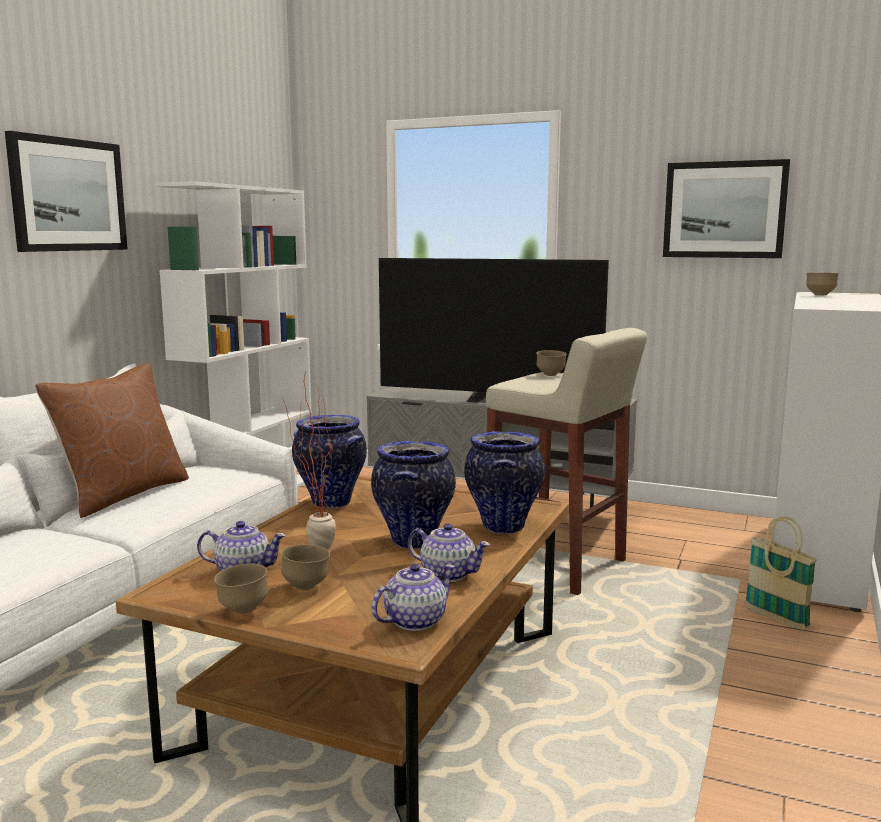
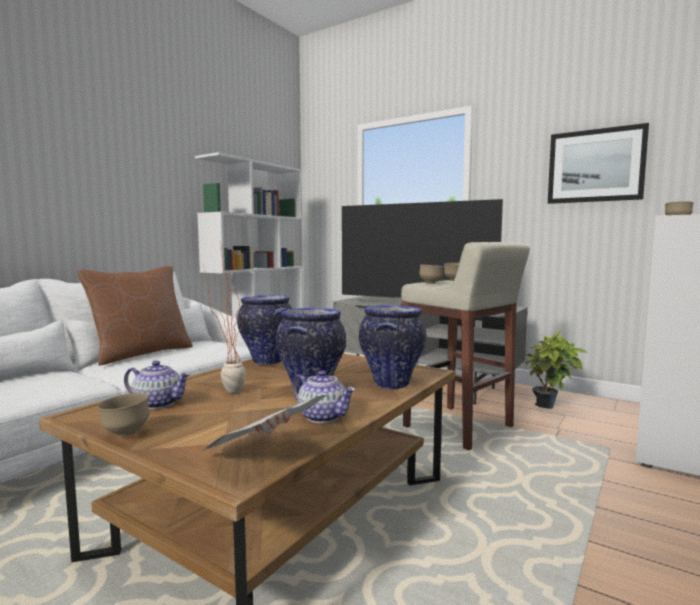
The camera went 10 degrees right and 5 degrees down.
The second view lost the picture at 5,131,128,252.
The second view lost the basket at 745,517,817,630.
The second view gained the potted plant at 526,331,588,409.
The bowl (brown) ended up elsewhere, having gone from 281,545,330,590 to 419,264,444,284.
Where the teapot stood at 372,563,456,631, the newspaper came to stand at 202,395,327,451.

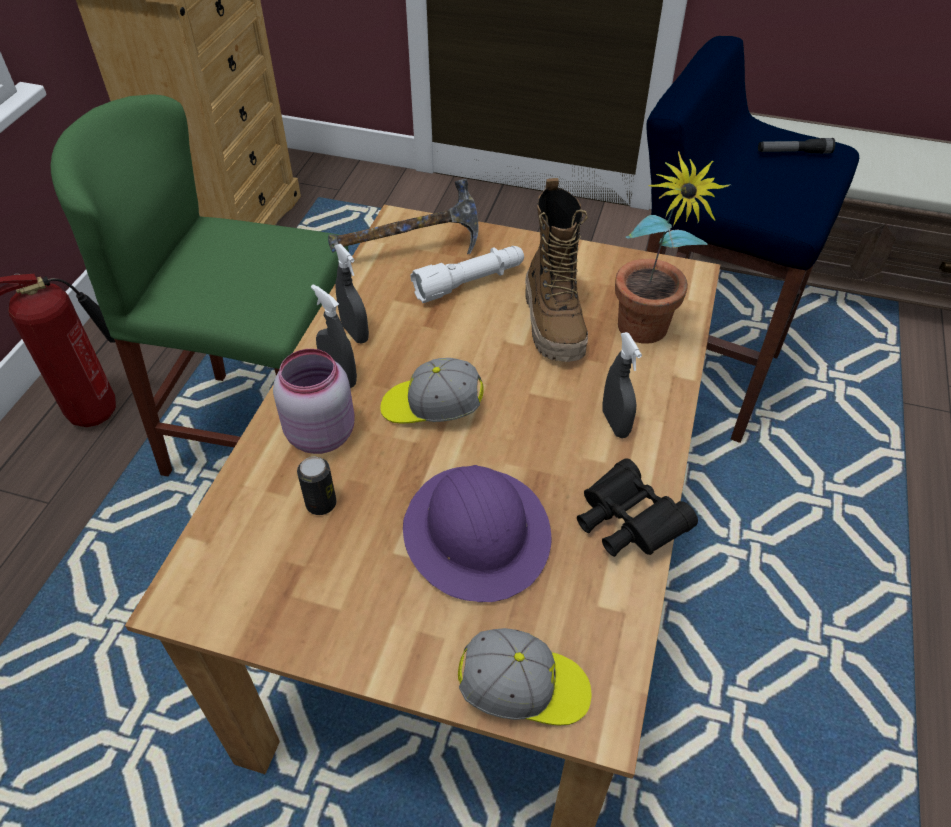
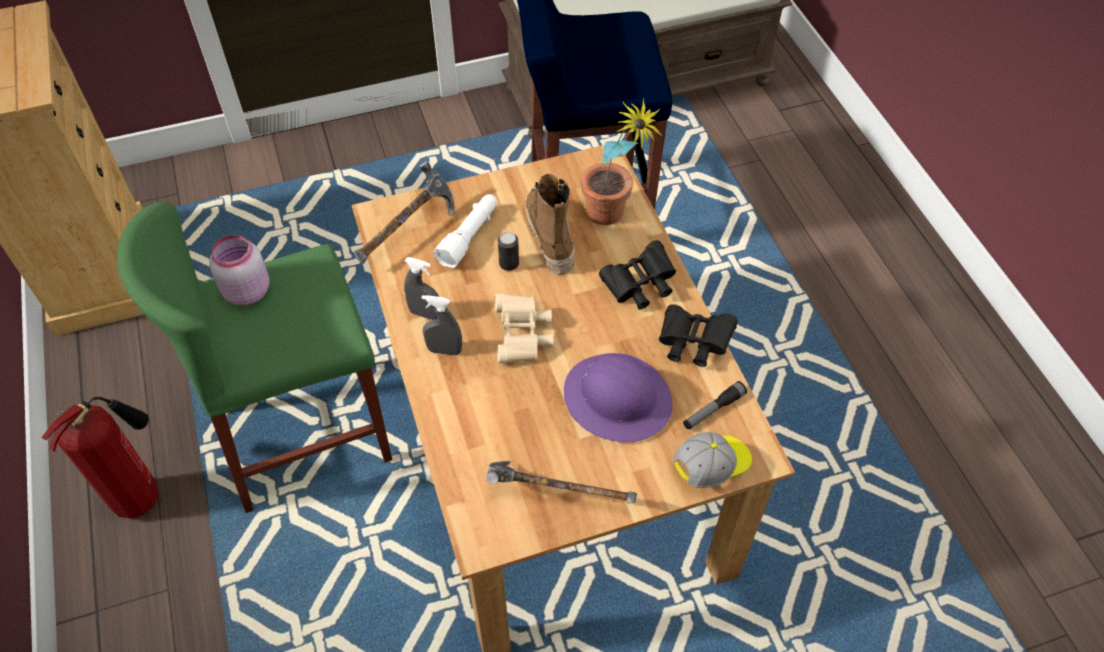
The camera went 35 degrees left and 5 degrees up.
The second view gained the hammer at 486,461,637,504.
The jar (pink) ended up elsewhere, having gone from 273,349,355,454 to 209,235,269,305.
The can ended up elsewhere, having gone from 297,457,337,515 to 498,232,519,271.
The flashlight ended up elsewhere, having gone from 758,138,835,154 to 683,381,747,429.
Where the cap stood at 380,358,484,423, the binoculars (beige) came to stand at 494,294,554,363.
Where the spray bottle (grey) stood at 602,332,642,438, the binoculars (black) came to stand at 599,240,676,309.
The boot at 525,178,588,362 ended up facing another way, 150 degrees counterclockwise from before.

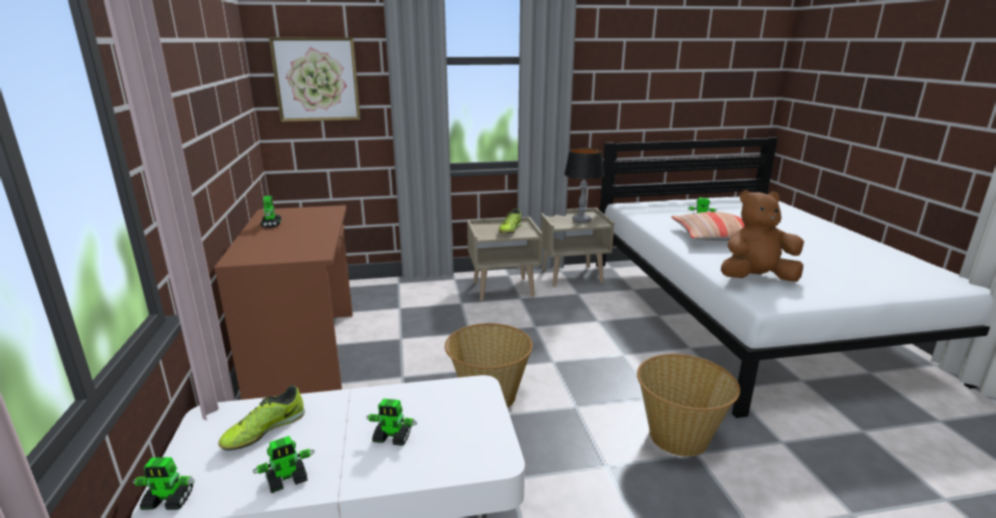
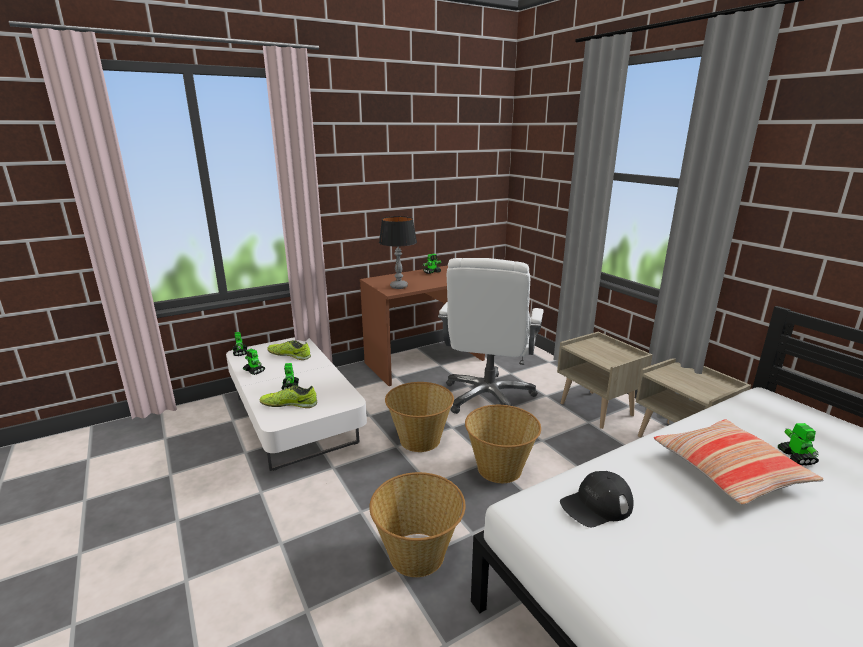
The camera went 70 degrees right and 0 degrees up.
The second view lost the picture at 269,37,361,122.
The second view gained the office chair (white) at 438,258,543,414.
The second view gained the basket at 465,405,541,483.
The shoe ended up elsewhere, having gone from 499,208,521,233 to 260,386,317,408.
The table lamp ended up elsewhere, having gone from 564,148,604,223 to 379,216,417,289.
Where the plush toy (brown) stood at 721,190,804,282, the cap (black) came to stand at 560,471,634,527.

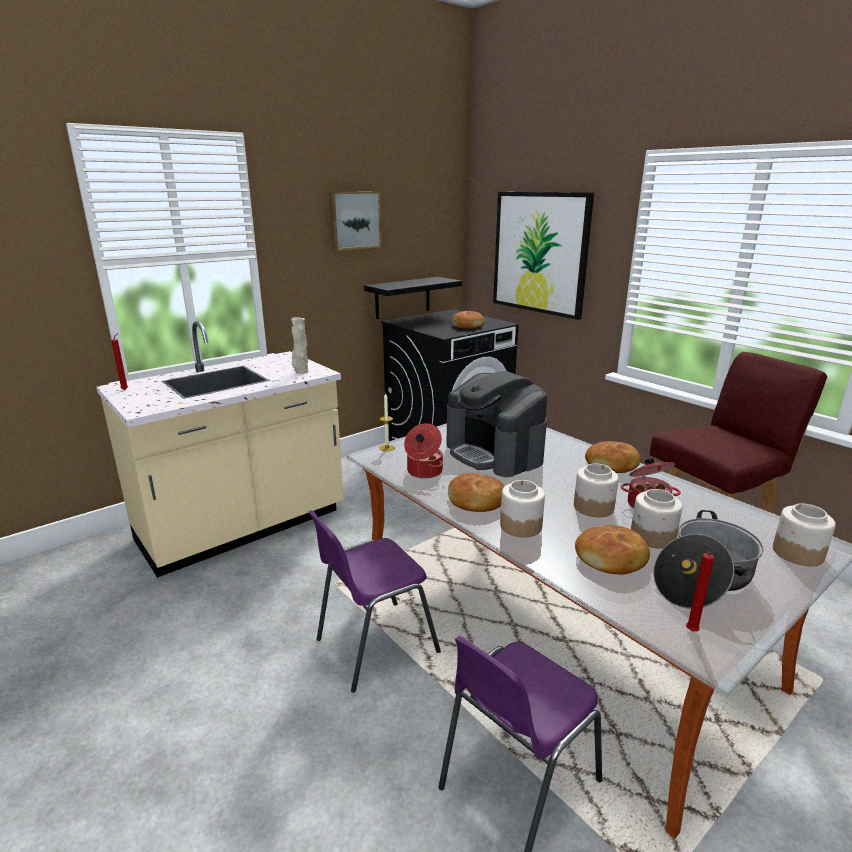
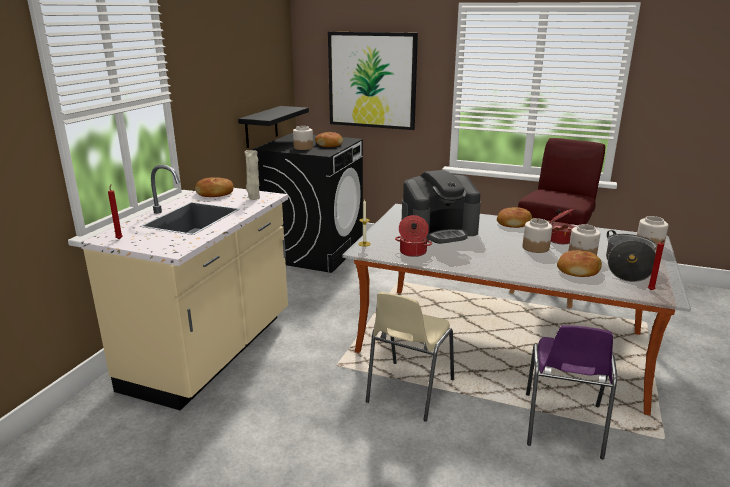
The camera went 30 degrees left and 0 degrees up.
The second view lost the picture at 329,191,382,251.
The bread ended up elsewhere, having gone from 448,473,505,512 to 195,177,233,197.
The jar ended up elsewhere, having gone from 500,480,545,538 to 293,126,313,150.
What was the chair (purple) at 308,510,441,693 turned into the chair (beige) at 366,292,454,421.
The coffee machine at 447,371,547,477 ended up facing another way, 45 degrees counterclockwise from before.

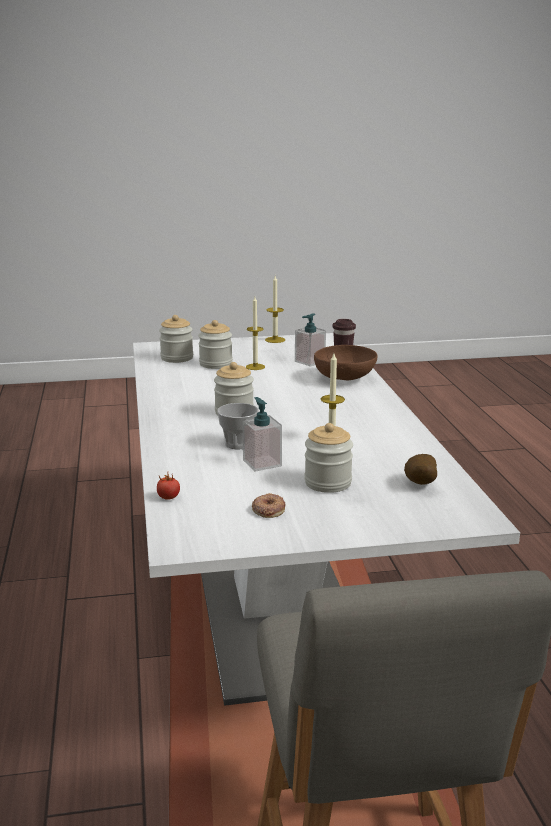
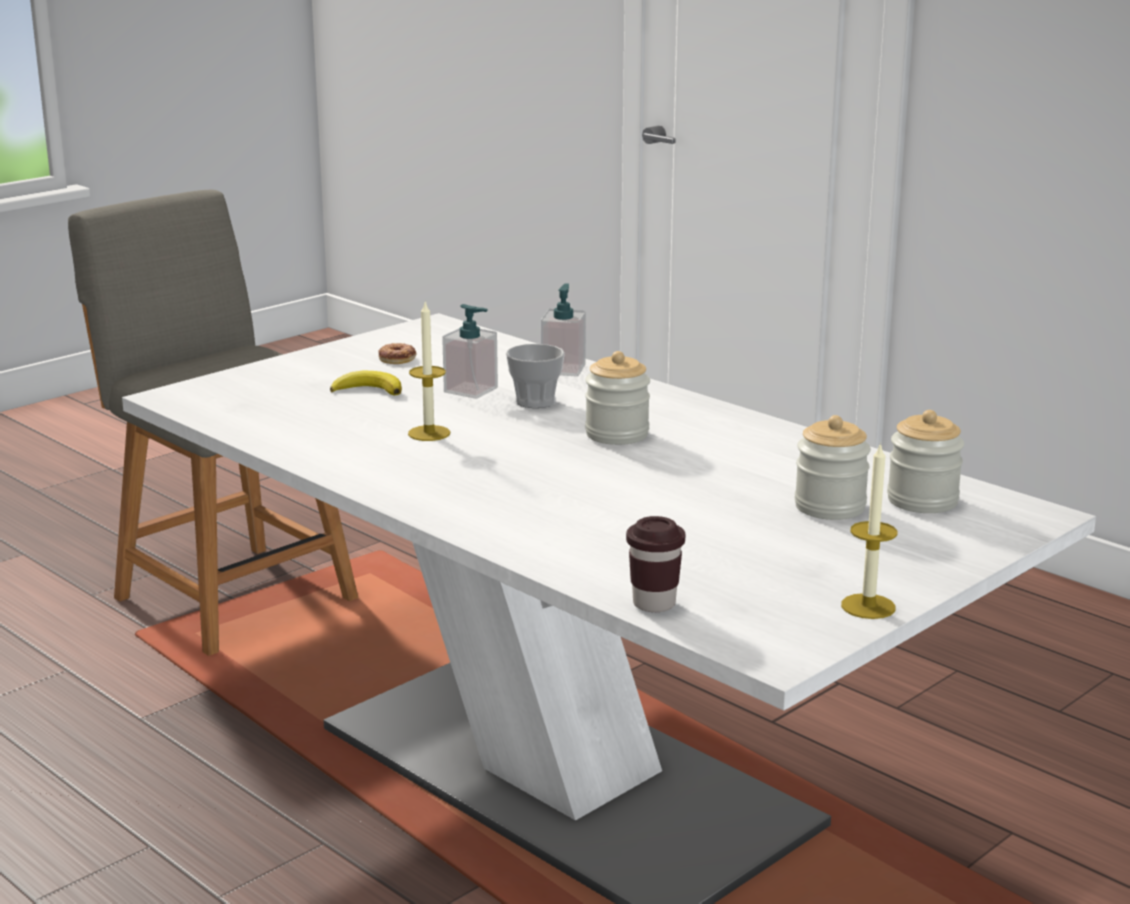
The camera went 145 degrees right and 0 degrees up.
The second view lost the tomato at 157,474,180,500.
The second view lost the candle at 246,297,265,370.
The second view lost the bowl (brown) at 314,345,377,380.
The second view lost the potato at 404,454,437,485.
The soap dispenser ended up elsewhere, having gone from 295,313,326,366 to 541,284,586,377.
Where the jar stood at 304,423,353,493, the banana came to stand at 330,370,402,395.

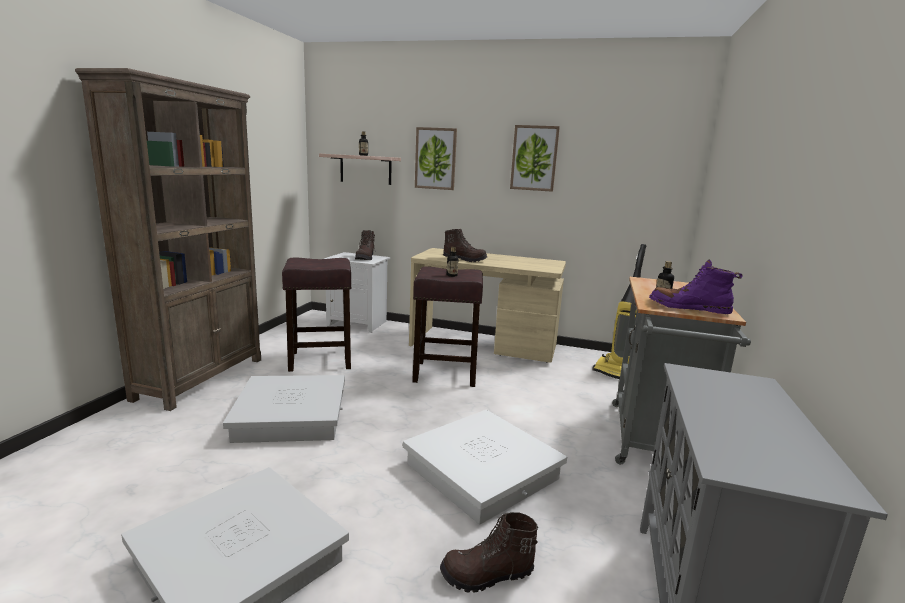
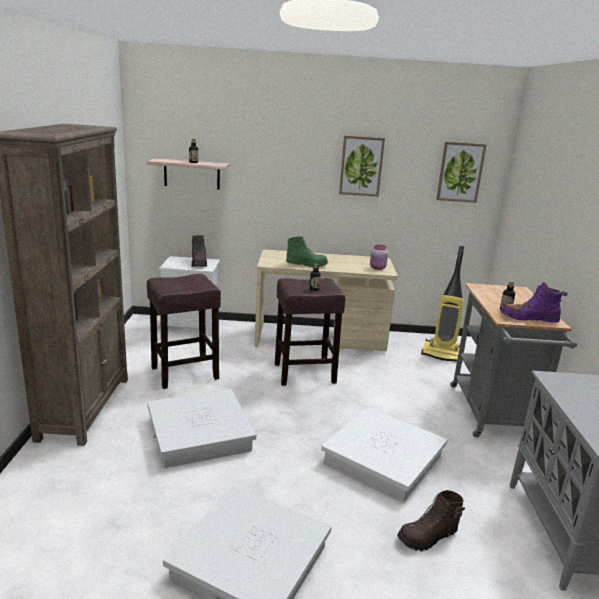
The camera went 15 degrees left and 5 degrees up.
The second view gained the jar (pink) at 370,245,388,270.
The picture ended up elsewhere, having gone from 415,127,457,190 to 436,142,486,203.
What was the boot (brown) at 443,228,487,262 turned into the boot (green) at 286,236,328,268.

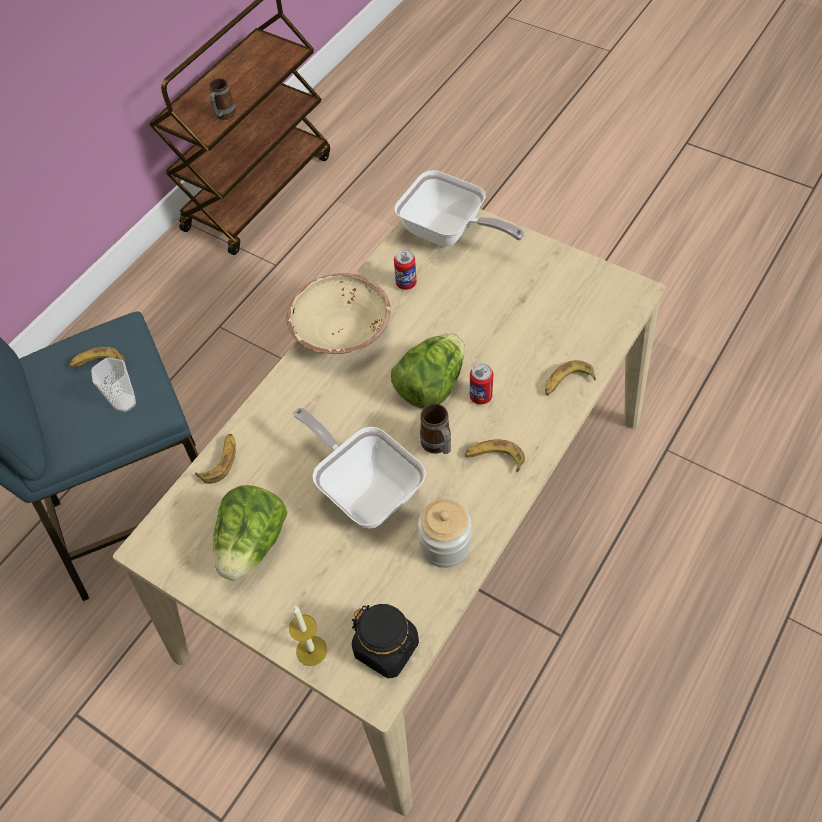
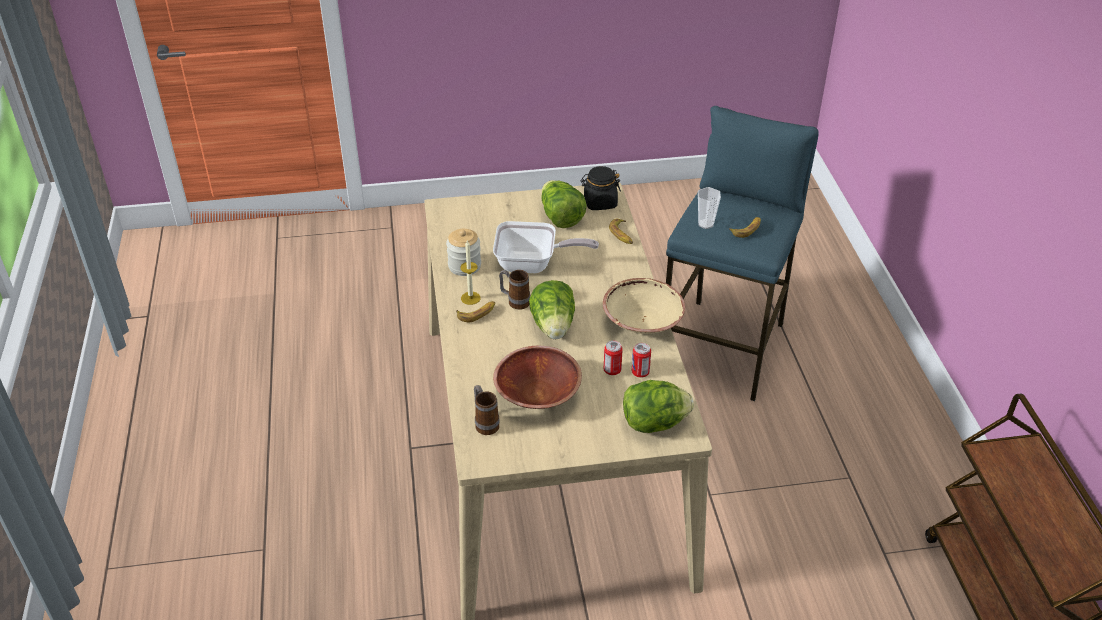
The camera went 135 degrees right and 15 degrees down.
The second view lost the banana at 545,360,596,395.
The second view gained the bowl (brown) at 493,346,582,409.
The mug ended up elsewhere, having gone from 209,78,236,120 to 474,385,499,435.
The candle ended up elsewhere, having gone from 289,606,327,666 to 460,241,481,305.
The jar (black) ended up elsewhere, having gone from 352,604,419,678 to 581,166,621,210.
The can ended up elsewhere, having gone from 470,364,494,405 to 604,341,623,375.
Where the frying pan stood at 395,170,524,247, the lettuce came to stand at 623,380,694,433.

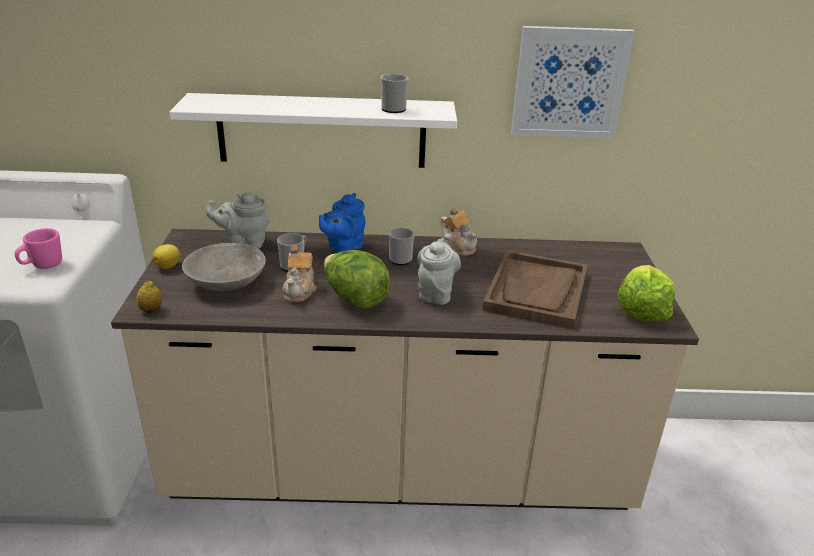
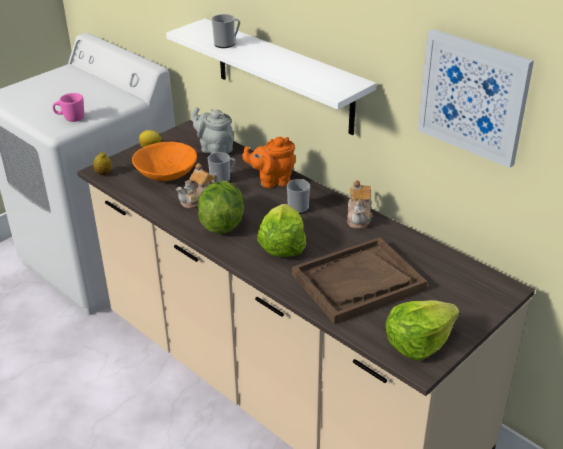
The camera went 45 degrees right and 5 degrees up.
The mug ended up elsewhere, having gone from 381,74,408,113 to 211,14,240,48.
Where the teapot (grey) stood at 417,233,461,305, the lettuce came to stand at 257,204,306,257.
What was the bowl (grey) at 182,243,266,291 turned into the bowl (orange) at 132,142,197,181.
What was the teapot (blue) at 319,193,365,253 turned into the teapot (orange) at 242,137,296,188.

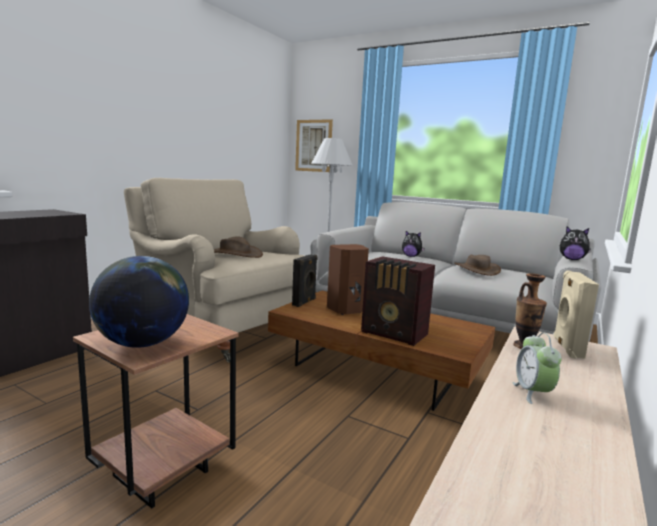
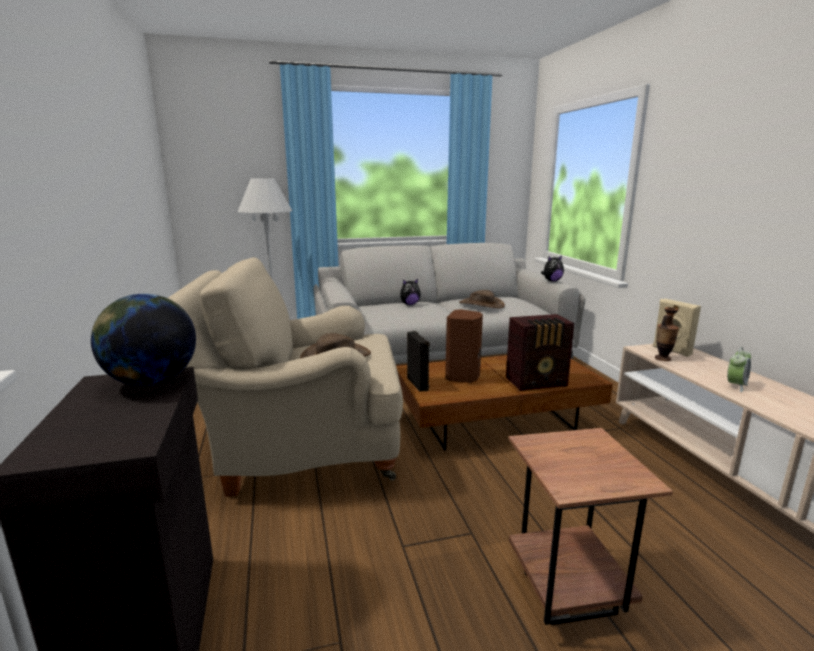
The camera went 45 degrees left and 5 degrees up.
The second view lost the picture at 295,119,333,172.
The globe ended up elsewhere, having gone from 89,256,189,348 to 91,294,196,386.
The alarm clock at 512,332,562,404 ended up facing another way, 90 degrees counterclockwise from before.

